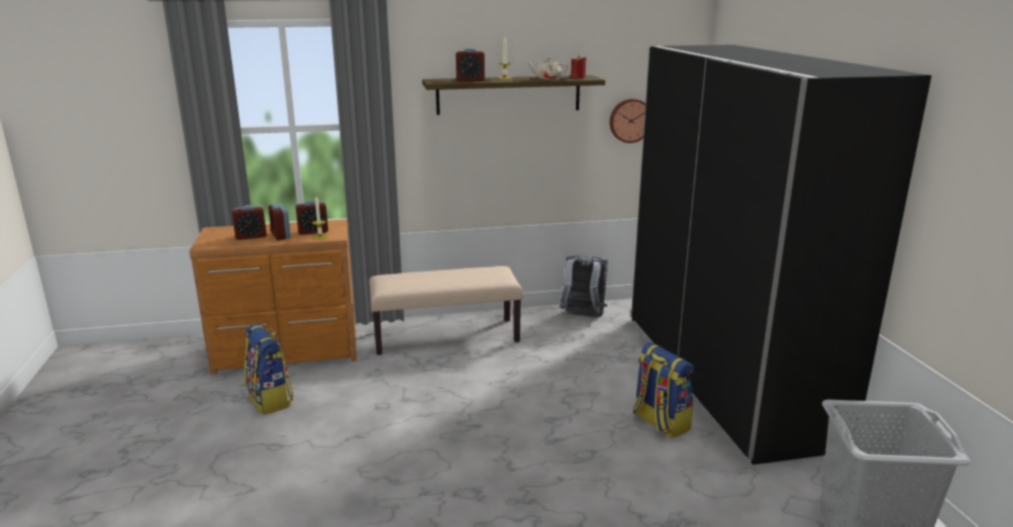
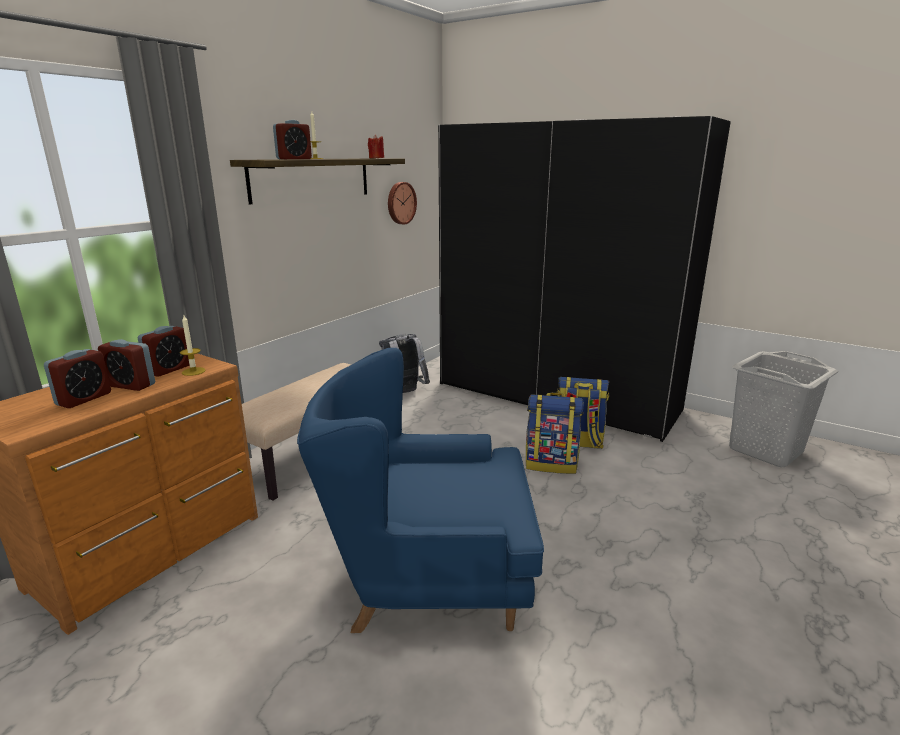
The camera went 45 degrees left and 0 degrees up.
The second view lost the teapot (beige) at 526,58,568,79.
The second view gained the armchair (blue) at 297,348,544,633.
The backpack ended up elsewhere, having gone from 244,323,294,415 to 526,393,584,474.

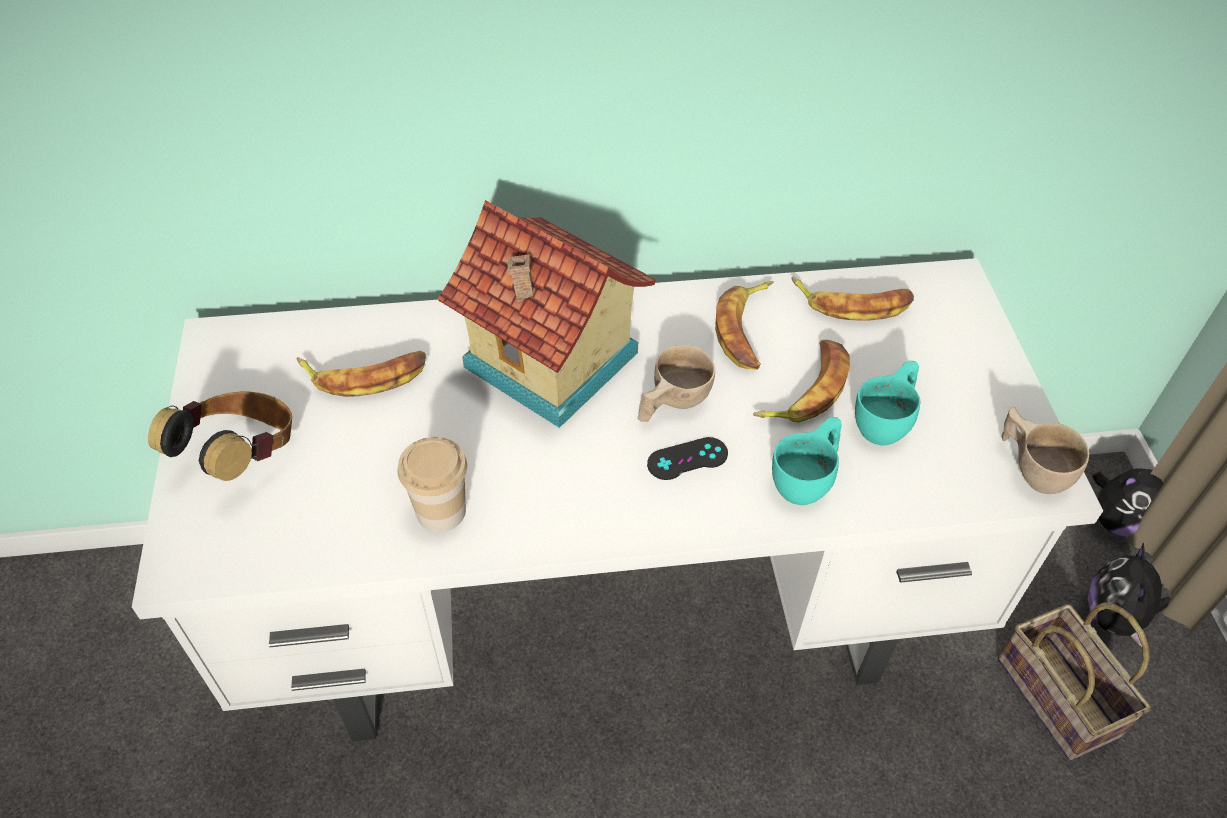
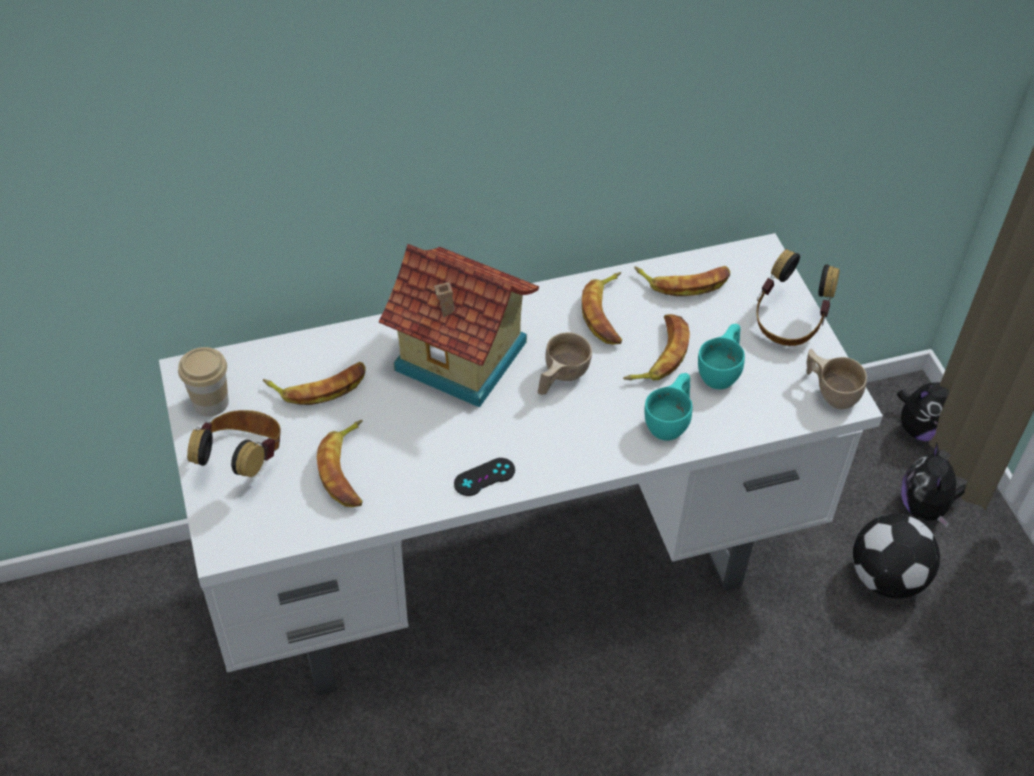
The camera went 10 degrees left and 0 degrees up.
The second view gained the banana at 317,420,363,507.
The second view gained the headphones at 756,249,840,346.
The cup ended up elsewhere, having gone from 398,437,467,532 to 178,347,229,417.
The game controller (black) ended up elsewhere, having gone from 647,437,728,480 to 454,458,515,496.
Where the basket stood at 998,603,1151,761, the football came to stand at 853,513,940,599.

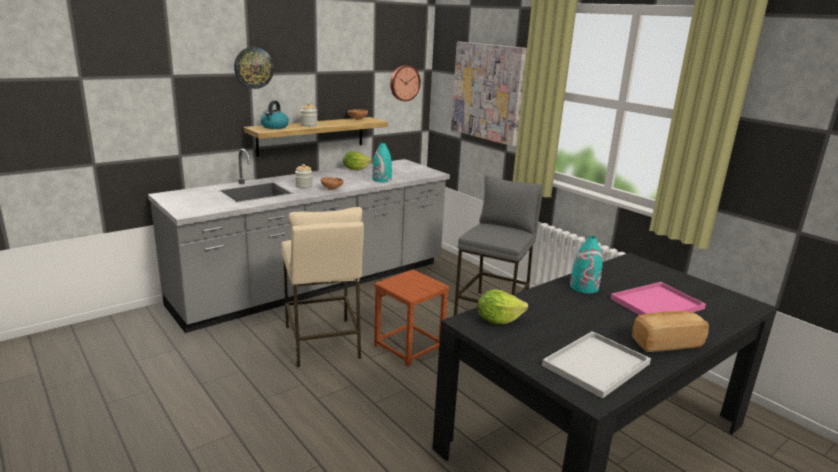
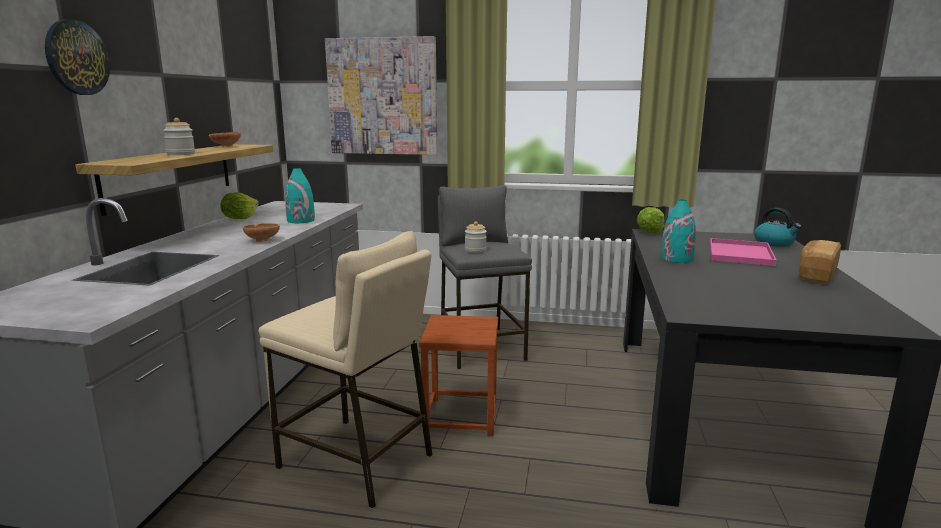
The camera went 40 degrees left and 5 degrees down.
The second view lost the wall clock at 390,65,421,101.
The second view lost the tray (white) at 542,331,651,399.
The kettle ended up elsewhere, having gone from 261,100,289,129 to 754,208,801,247.
The jar ended up elsewhere, having gone from 295,164,313,189 to 465,221,487,253.
The lettuce ended up elsewhere, having gone from 477,289,528,324 to 637,207,664,233.

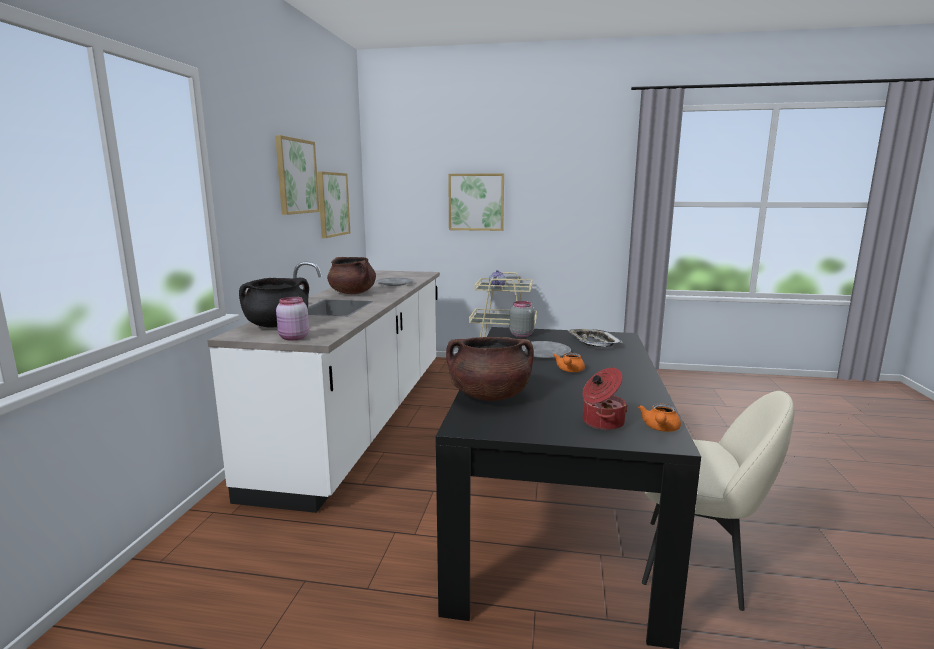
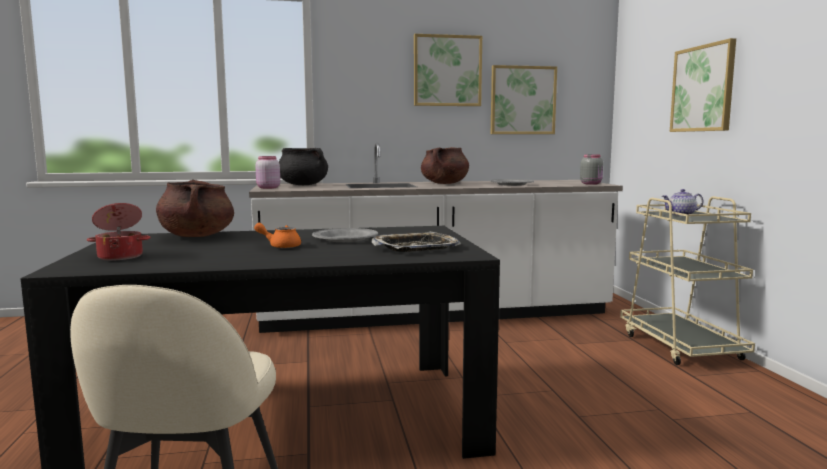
The camera went 70 degrees right and 5 degrees down.
The second view lost the teapot (orange) at 638,404,681,432.
The jar (grey) ended up elsewhere, having gone from 509,301,535,337 to 580,154,603,185.

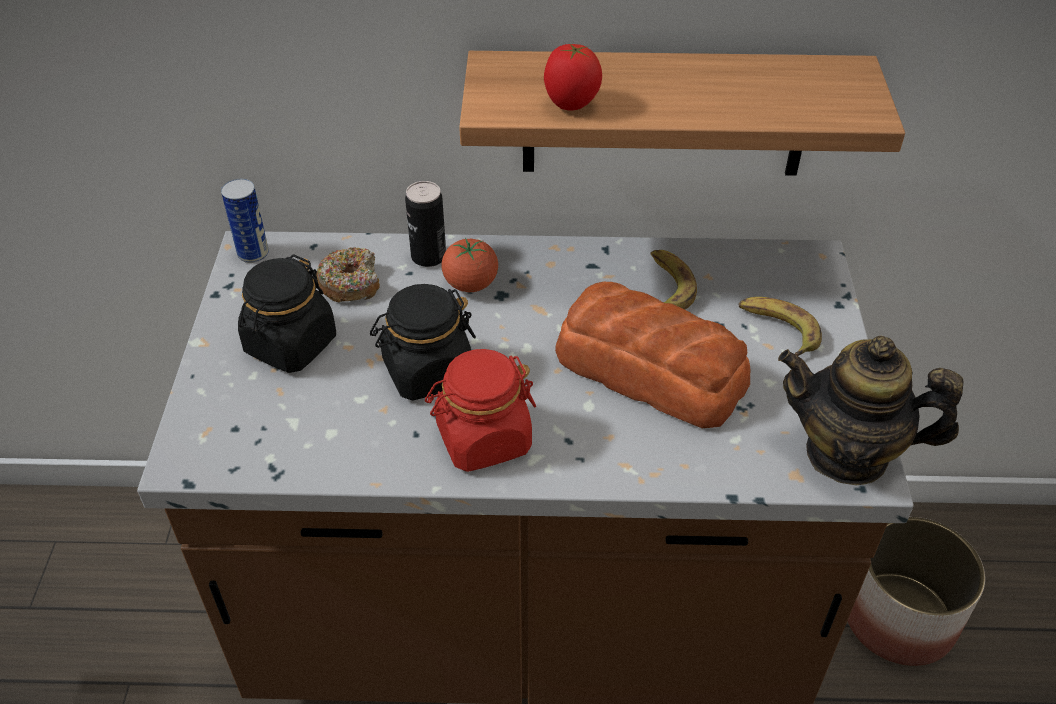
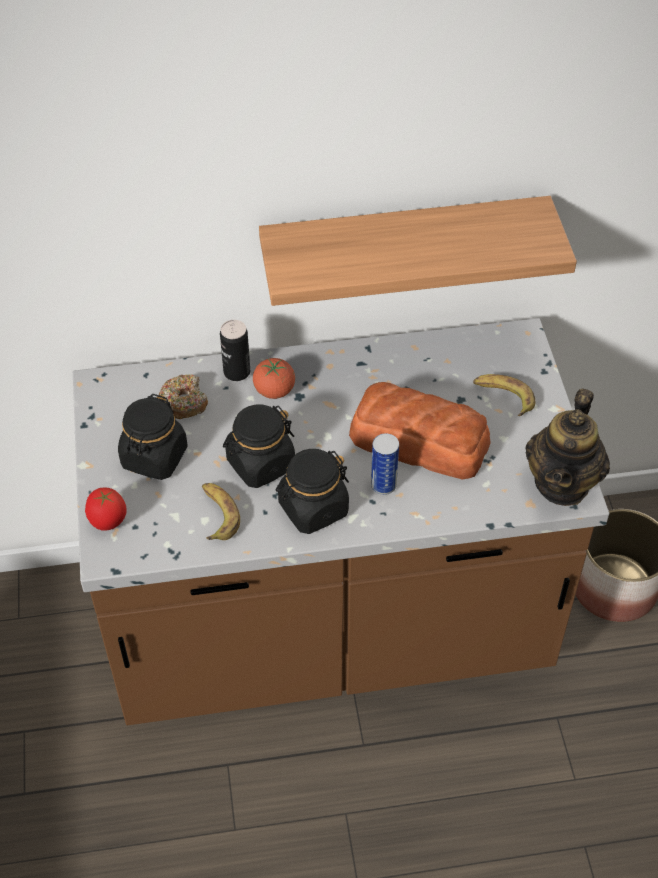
The camera went 10 degrees left and 5 degrees up.
The can ended up elsewhere, having gone from 221,179,269,263 to 371,433,399,495.
The tomato ended up elsewhere, having gone from 544,44,602,111 to 85,488,127,531.
The banana ended up elsewhere, having gone from 651,250,697,310 to 202,483,240,540.
What was the jar (red) at 425,349,536,472 turned into the jar (black) at 276,449,349,534.
The teapot at 778,336,963,485 ended up facing another way, 75 degrees counterclockwise from before.

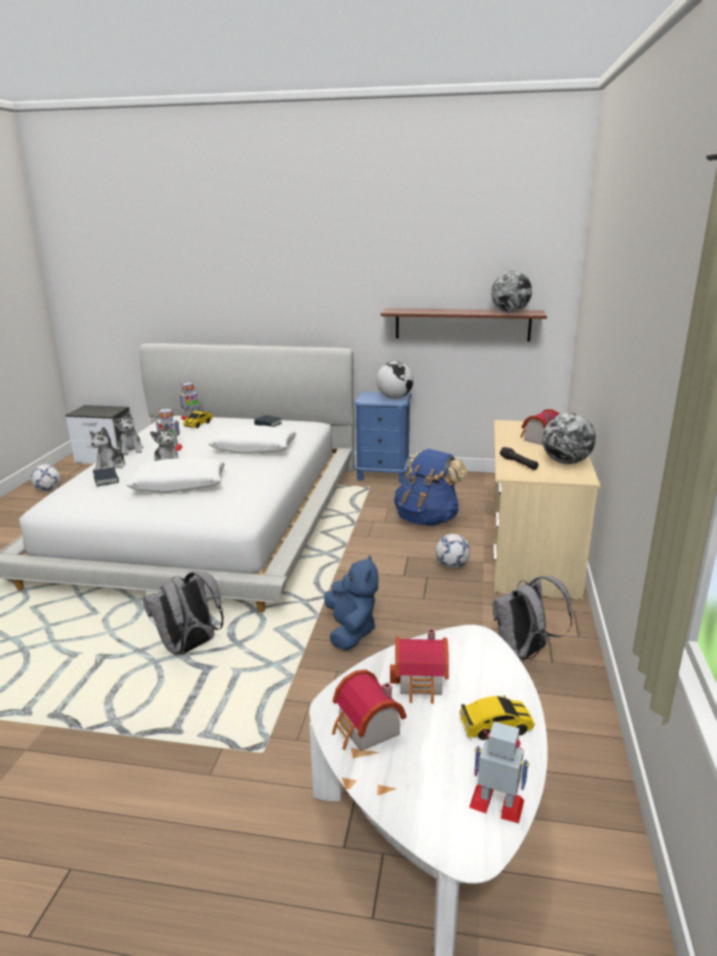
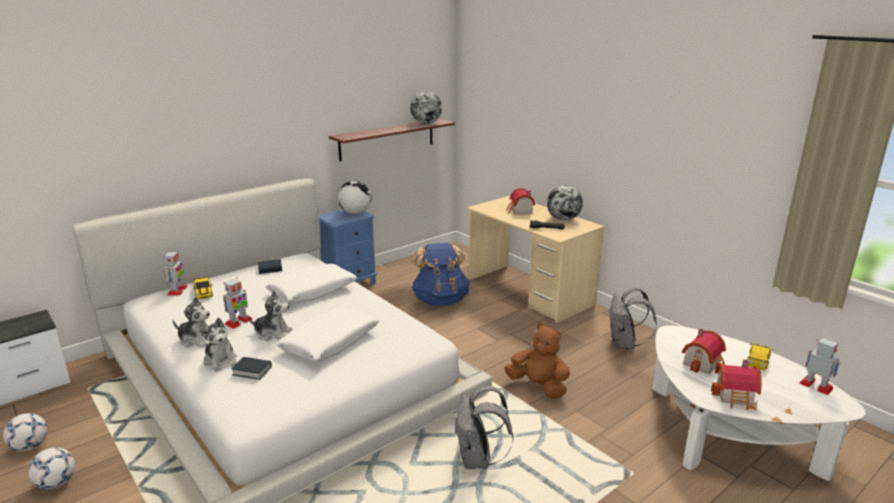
The camera went 50 degrees left and 0 degrees up.
The football ended up elsewhere, having gone from 435,534,470,568 to 28,447,75,490.
What was the plush toy (blue) at 324,555,378,651 turned into the plush toy (brown) at 504,323,570,399.
The toy robot at 469,721,529,824 ended up facing another way, 75 degrees clockwise from before.

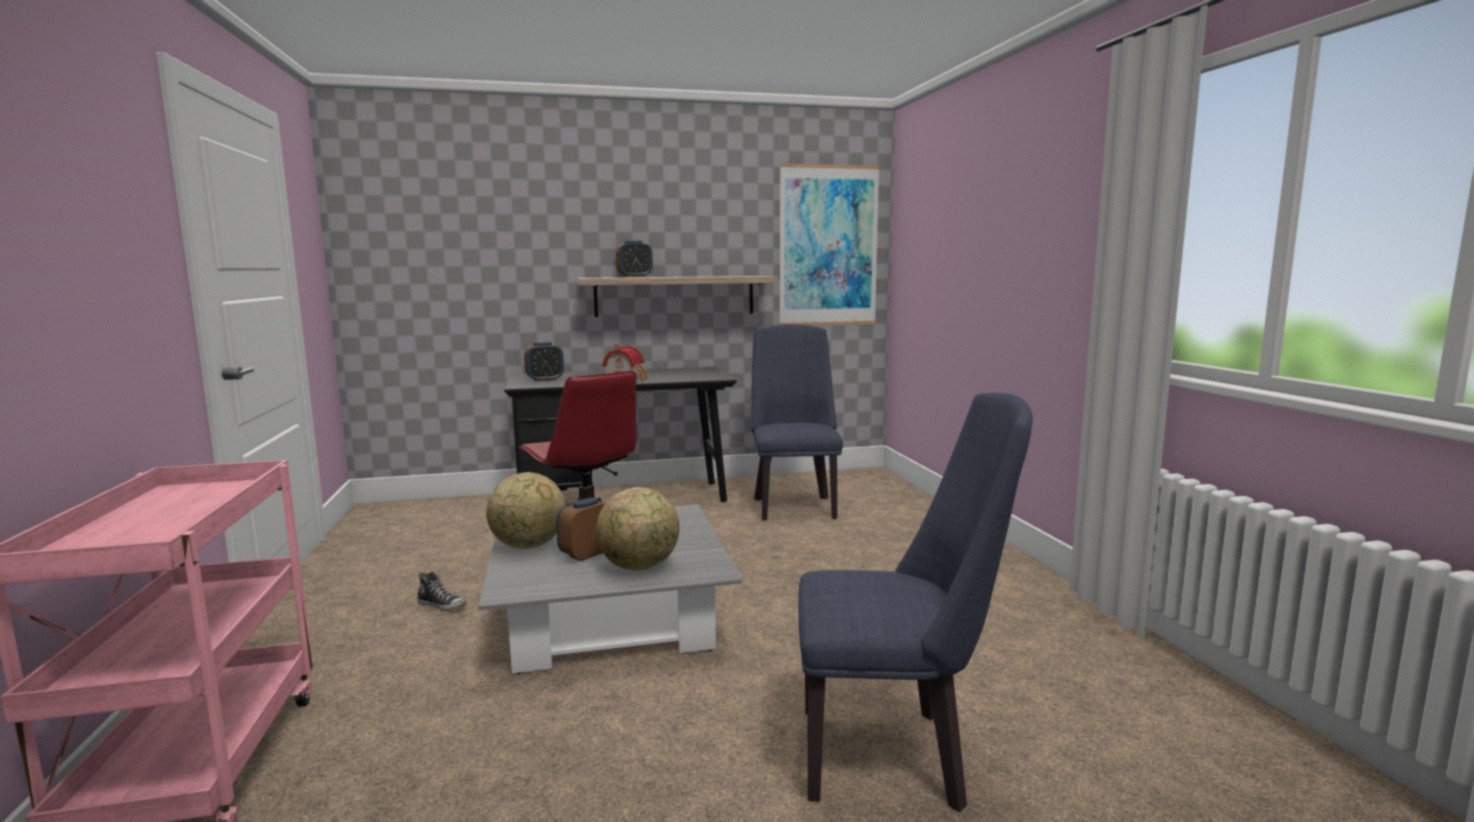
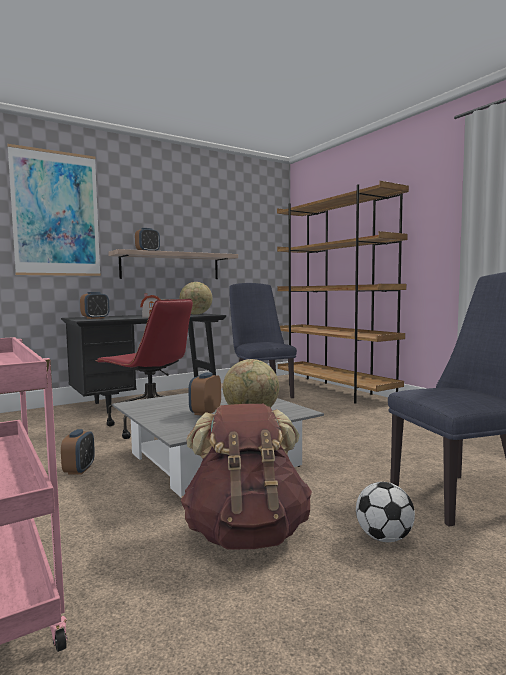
The camera went 20 degrees left and 5 degrees down.
The second view gained the backpack (brown) at 180,404,312,549.
The second view gained the bookcase (brown) at 277,181,409,404.
The second view gained the football at 356,482,415,542.
The globe ended up elsewhere, having gone from 486,472,566,549 to 179,282,212,315.
The picture ended up elsewhere, having gone from 779,163,880,325 to 7,144,101,276.
Where the shoe stood at 417,571,467,611, the alarm clock came to stand at 61,429,95,475.

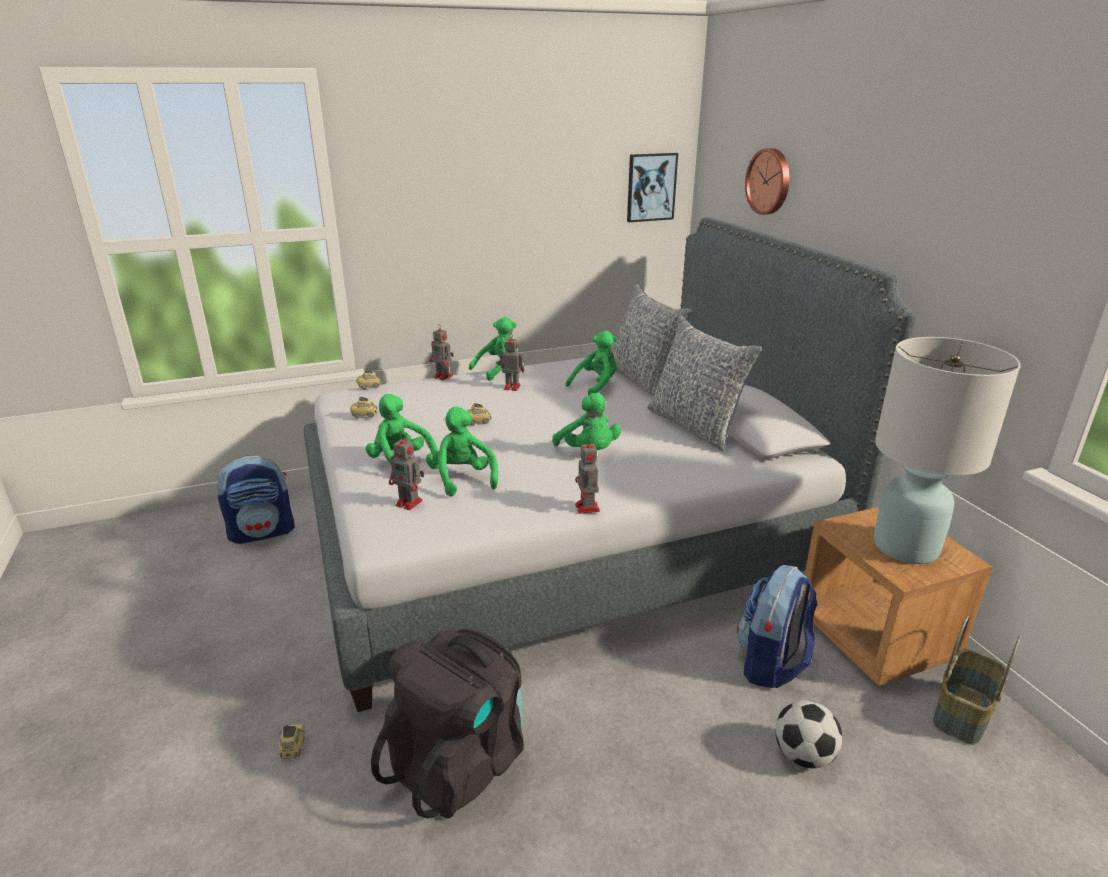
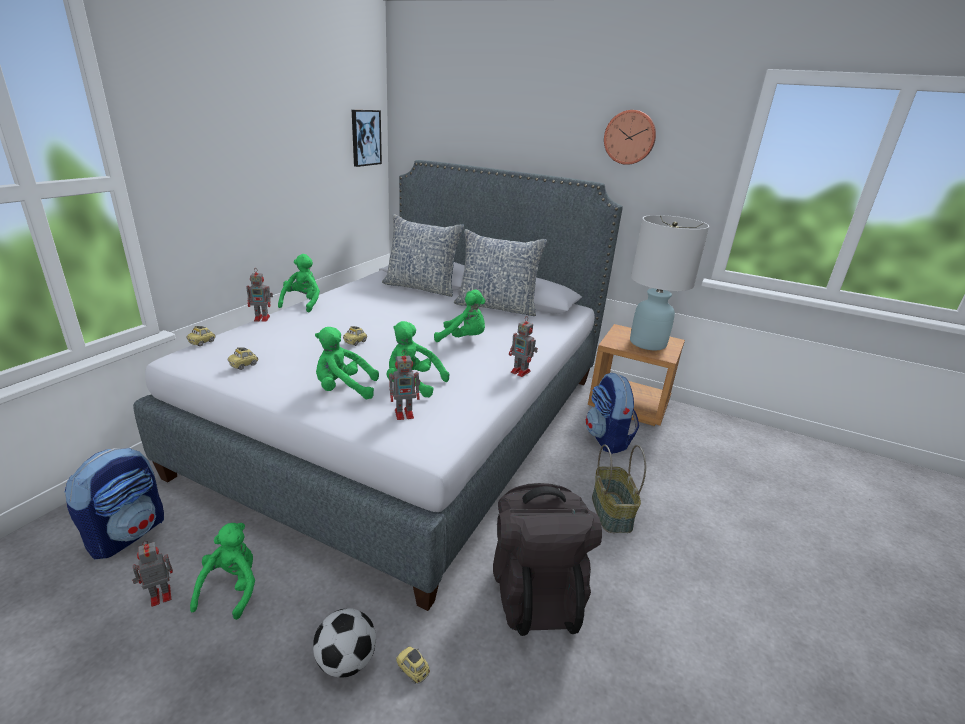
The camera went 45 degrees left and 0 degrees up.
The toy robot ended up elsewhere, having gone from 498,333,524,391 to 132,541,173,607.
The plush toy (green) ended up elsewhere, having gone from 566,331,617,395 to 190,523,255,620.
The wall clock ended up elsewhere, having gone from 745,148,790,215 to 604,110,656,165.
The football ended up elsewhere, having gone from 776,700,842,769 to 313,608,376,678.
The basket ended up elsewhere, having gone from 933,615,1022,745 to 592,445,646,533.

